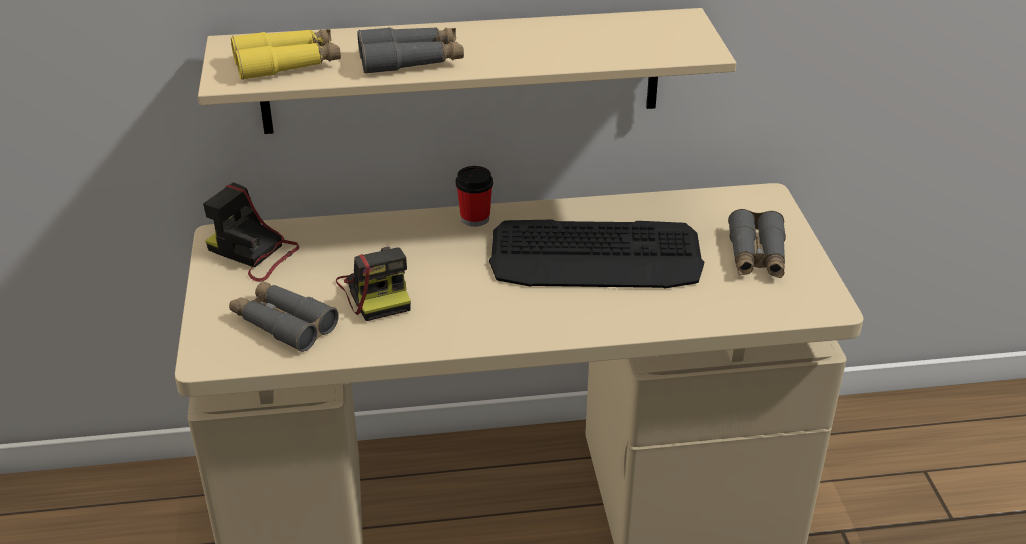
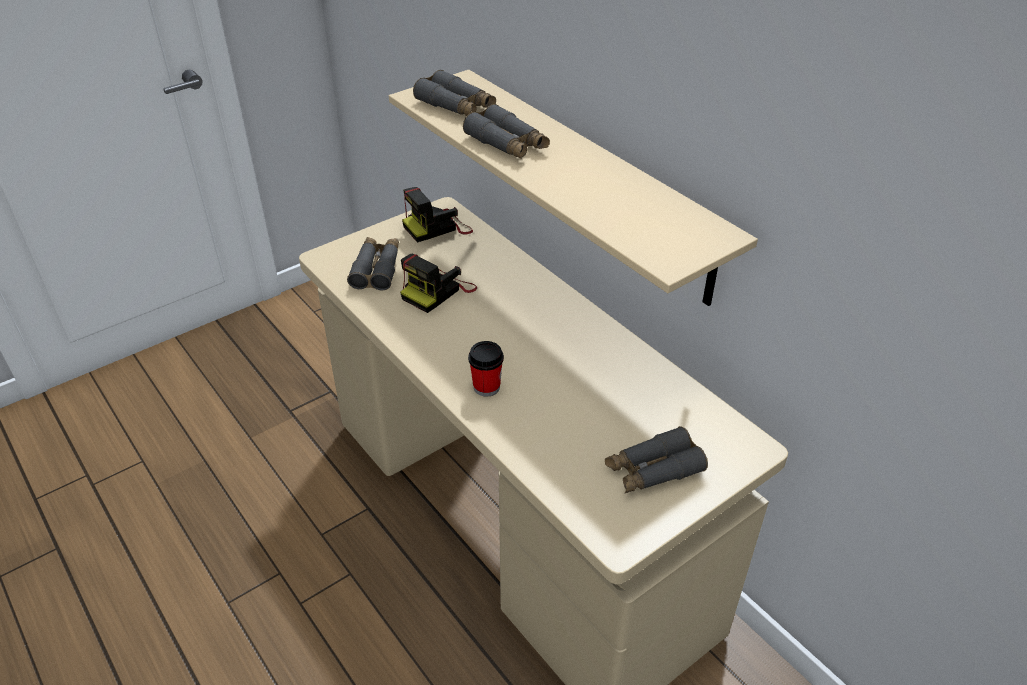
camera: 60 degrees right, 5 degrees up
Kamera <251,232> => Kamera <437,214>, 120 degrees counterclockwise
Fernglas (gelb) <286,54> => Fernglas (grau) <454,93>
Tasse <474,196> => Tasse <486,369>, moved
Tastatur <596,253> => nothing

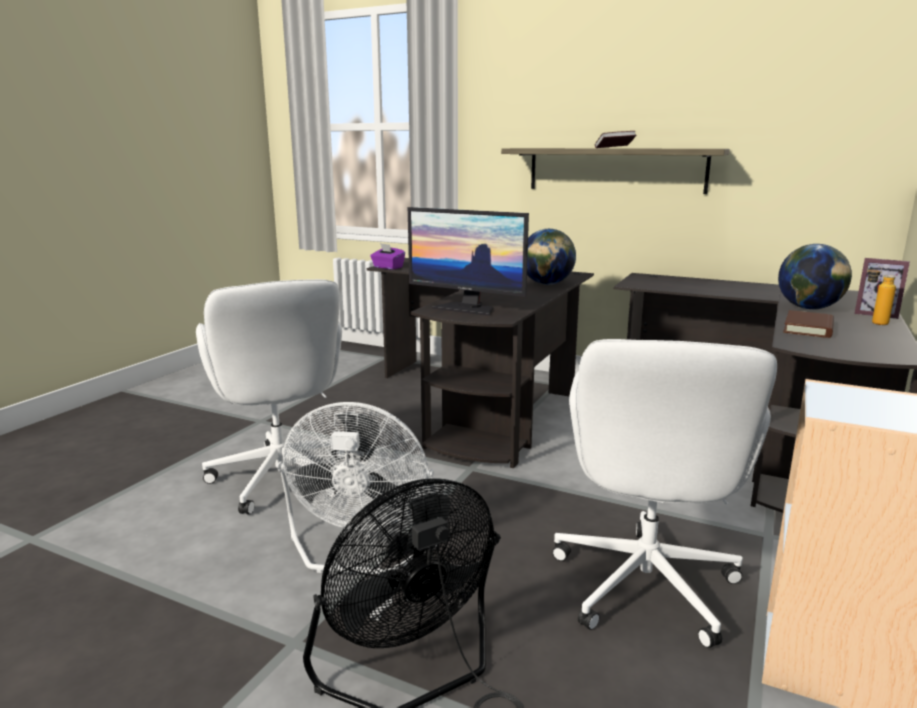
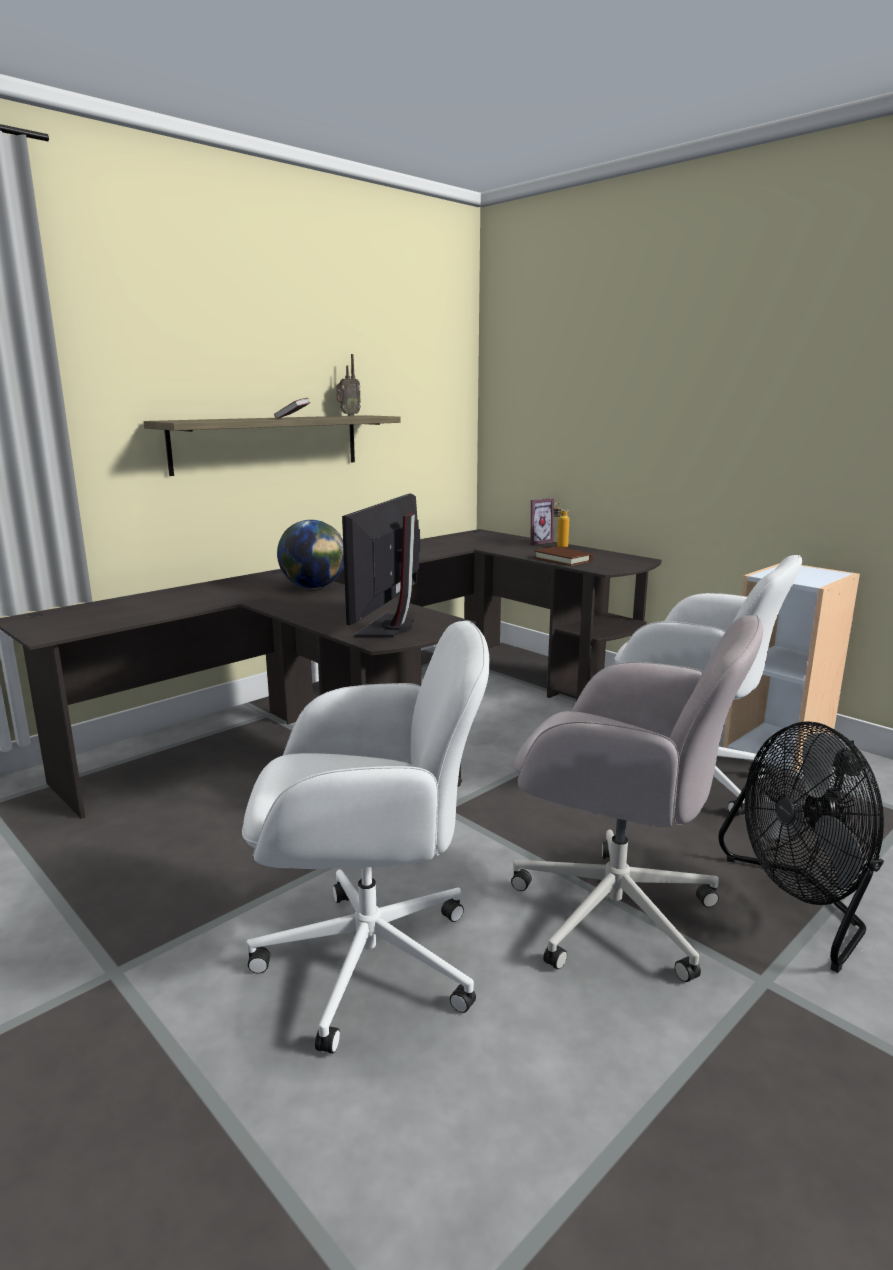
camera: 70 degrees left, 0 degrees up
Ventilator (weiß) <357,511> => Bürostuhl (grau) <637,798>
Taschentuchbox (lila) <387,256> => nothing
Monitor <468,261> => Monitor <381,566>, 150 degrees clockwise
Globus <815,277> => nothing
nothing => Radio <348,385>

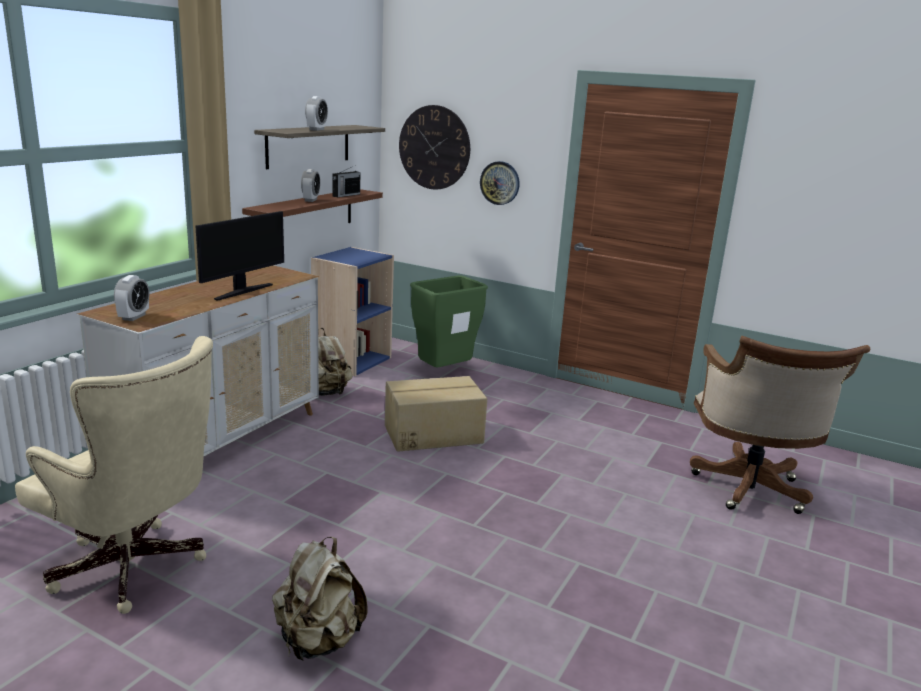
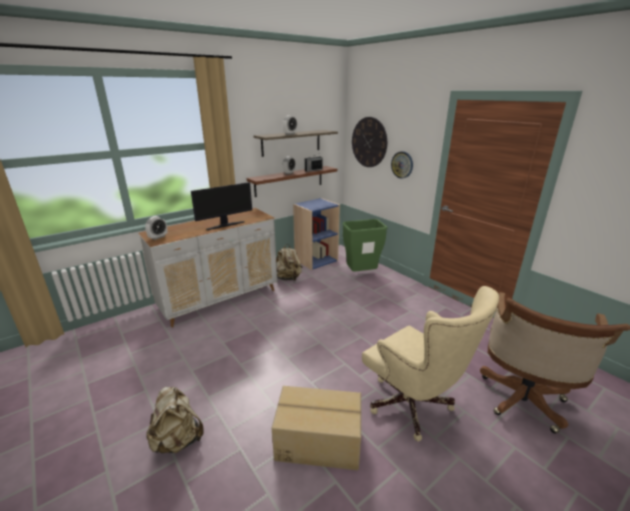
camera: 25 degrees right, 5 degrees up
Bürostuhl (beige) <114,475> => Bürostuhl (beige) <430,364>, moved
Karton <436,414> => Karton <316,428>, moved

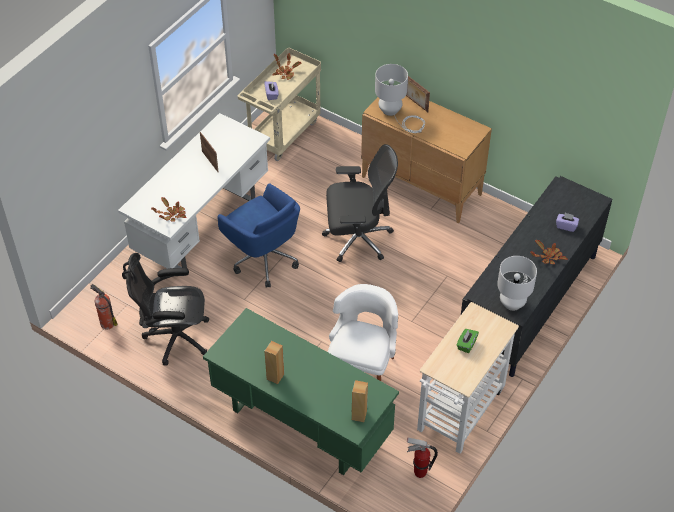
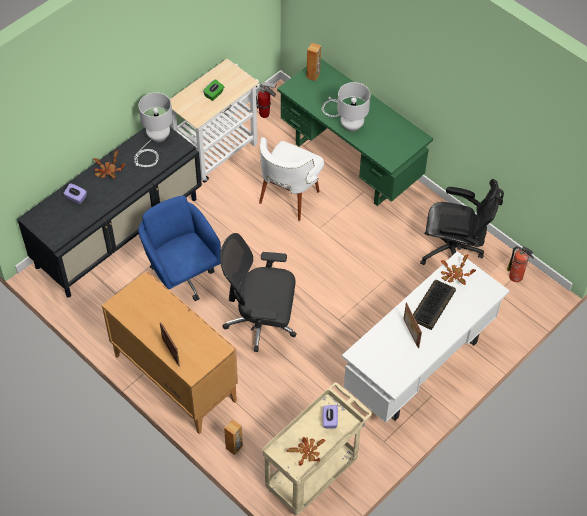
camera: 170 degrees left, 5 degrees up
Bürostuhl (blau) <259,235> => Bürostuhl (blau) <179,248>, moved
Lautsprecher (braun) <274,362> => Lautsprecher (braun) <233,437>, moved
Tischlampe (grau) <400,98> => Tischlampe (grau) <346,107>, moved
nothing => Tastatur <434,305>

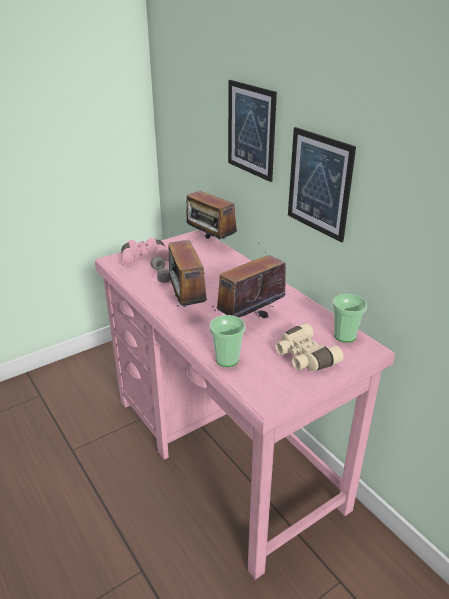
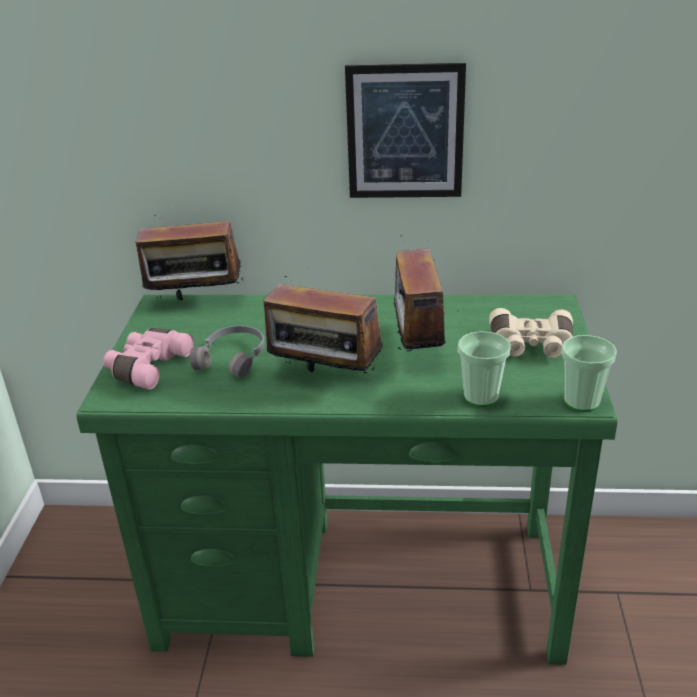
camera: 50 degrees left, 0 degrees up
Schreibtisch (rosa) <245,405> => Schreibtisch (grün) <346,480>
Bild <252,131> => nothing
Tasse <350,318> => Tasse <589,373>, moved

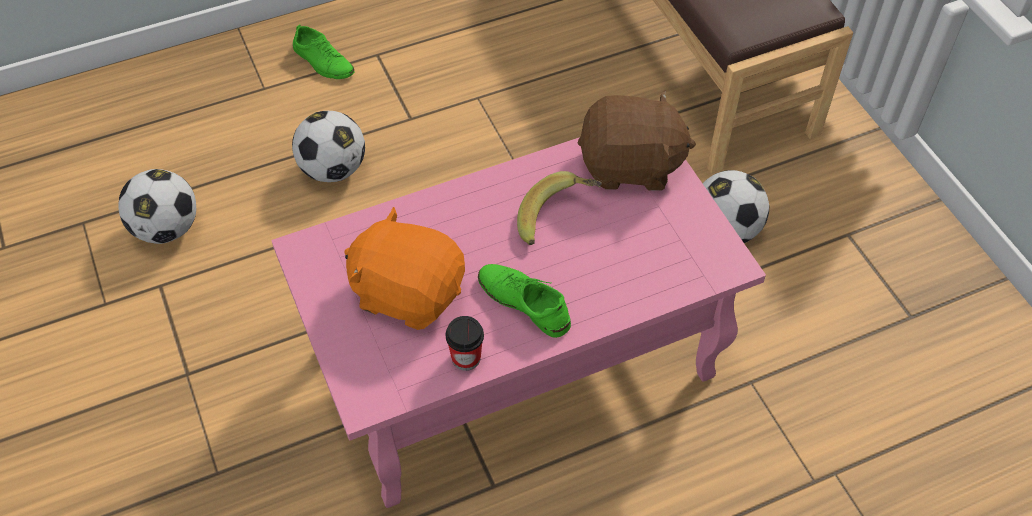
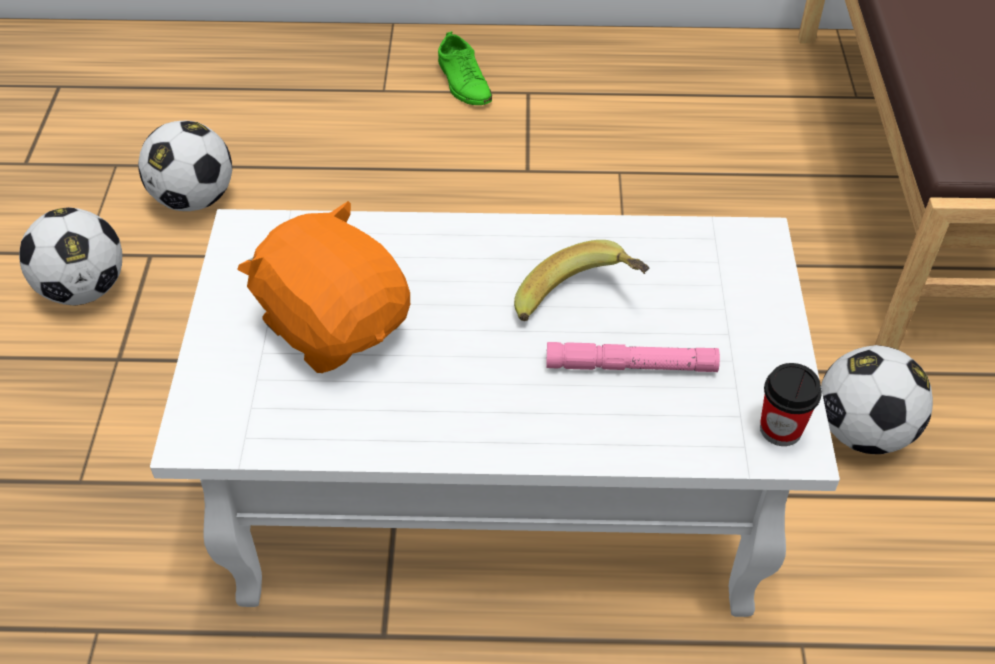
camera: 25 degrees right, 5 degrees down
Couchtisch (rosa) <519,322> => Couchtisch (weiß) <495,413>
Fußball <328,146> => Fußball <70,256>, moved
Tasse <465,343> => Tasse <791,404>, moved
Schuh (grün) <524,301> => nothing
Plüschtier (braun) <637,140> => nothing
nothing => Taschenlampe (rosa) <633,357>

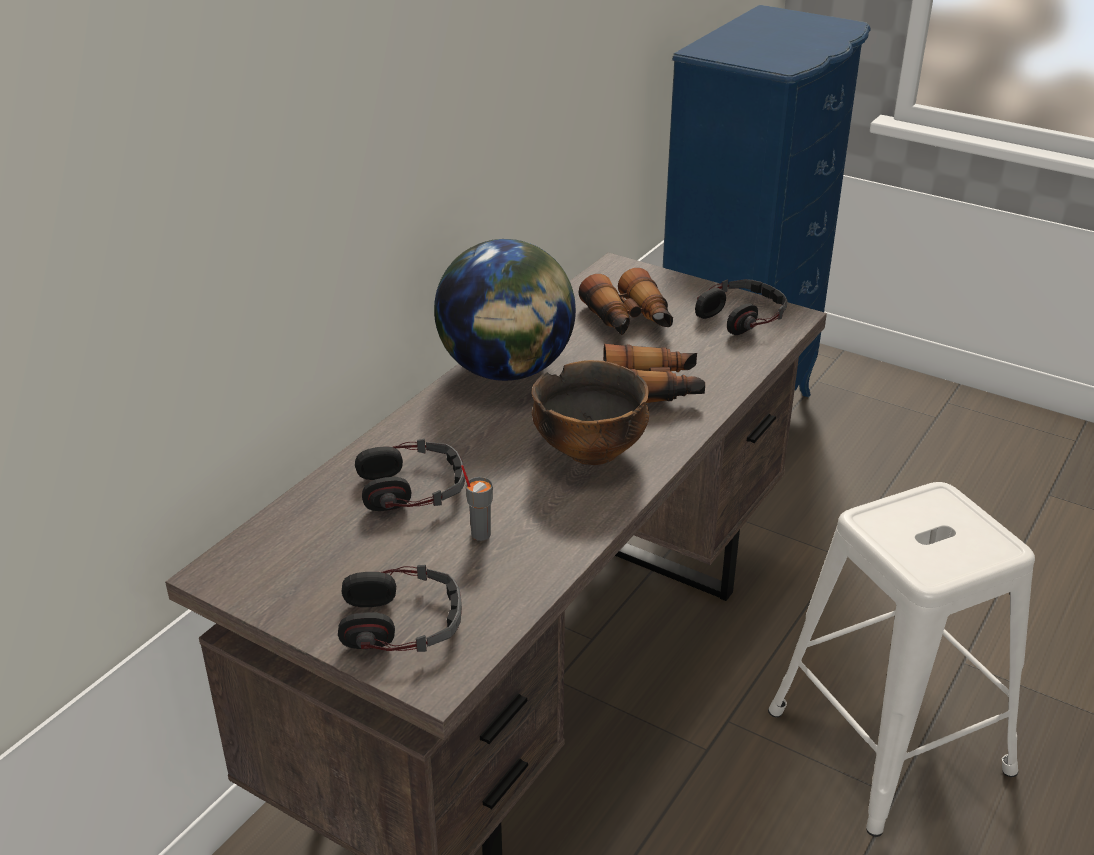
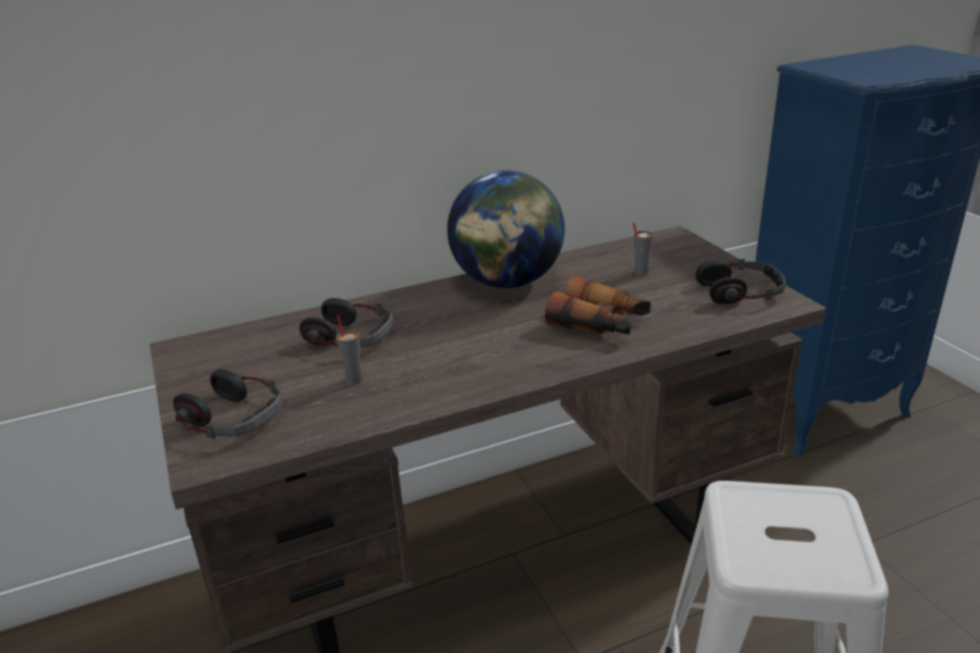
camera: 35 degrees right, 5 degrees down
Schüssel <590,412> => nothing
Fernglas <626,301> => Tasse (grau) <643,249>

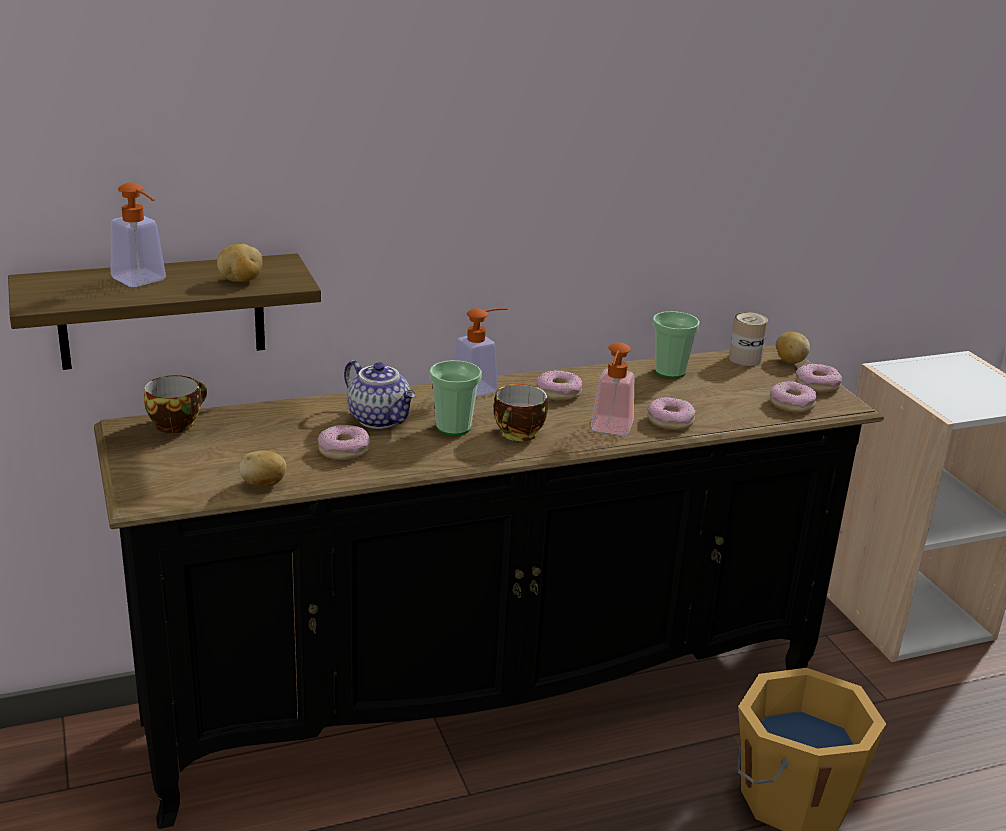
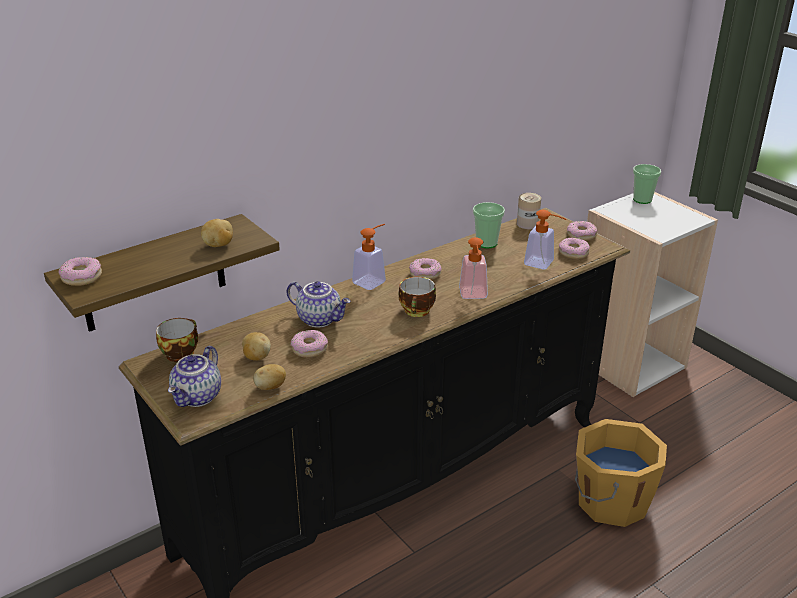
camera: 15 degrees left, 5 degrees up
Seifenspender <138,234> => Seifenspender <545,239>, moved
Tasse <455,398> => Tasse <647,184>, moved
Donut <671,413> => Donut <80,271>, moved
Kartoffel <792,347> => Kartoffel <256,346>, moved
nothing => Teekanne <194,376>

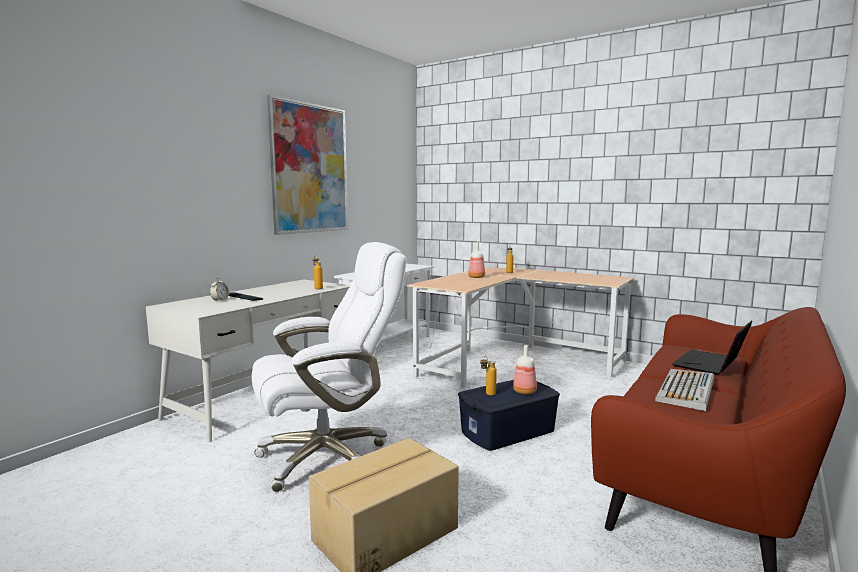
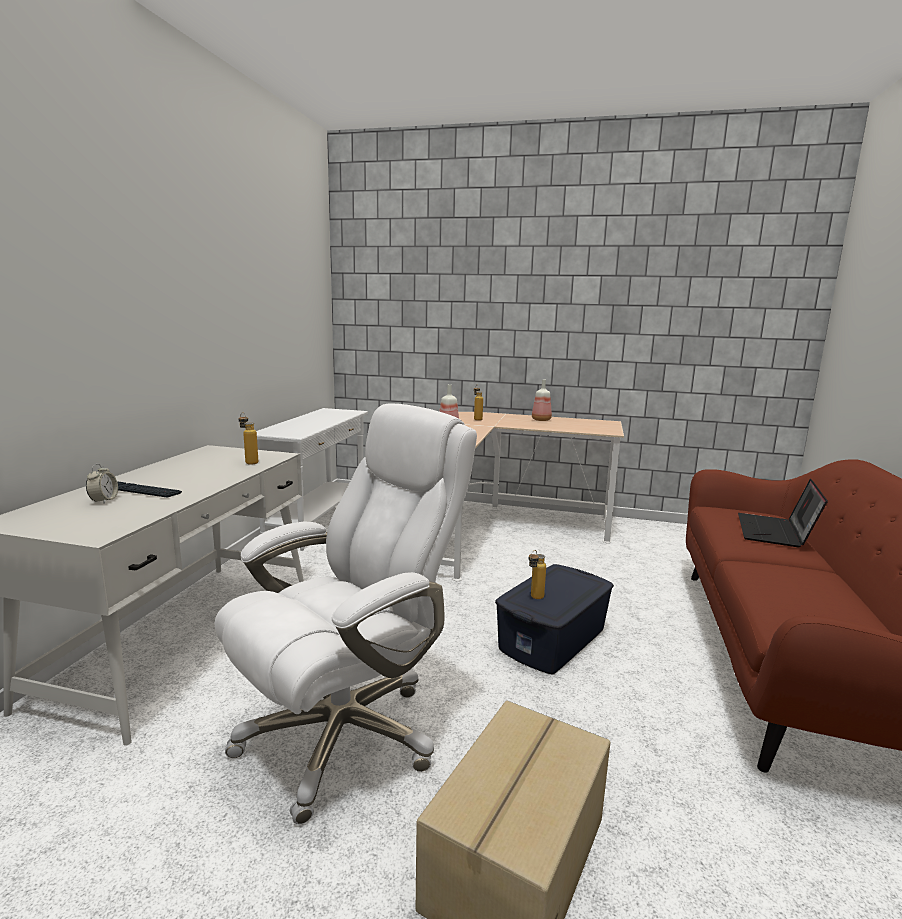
camera: 20 degrees left, 5 degrees up
Bild <307,165> => nothing
Flasche <525,369> => Flasche <542,400>, moved
Tastatur <684,390> => nothing

